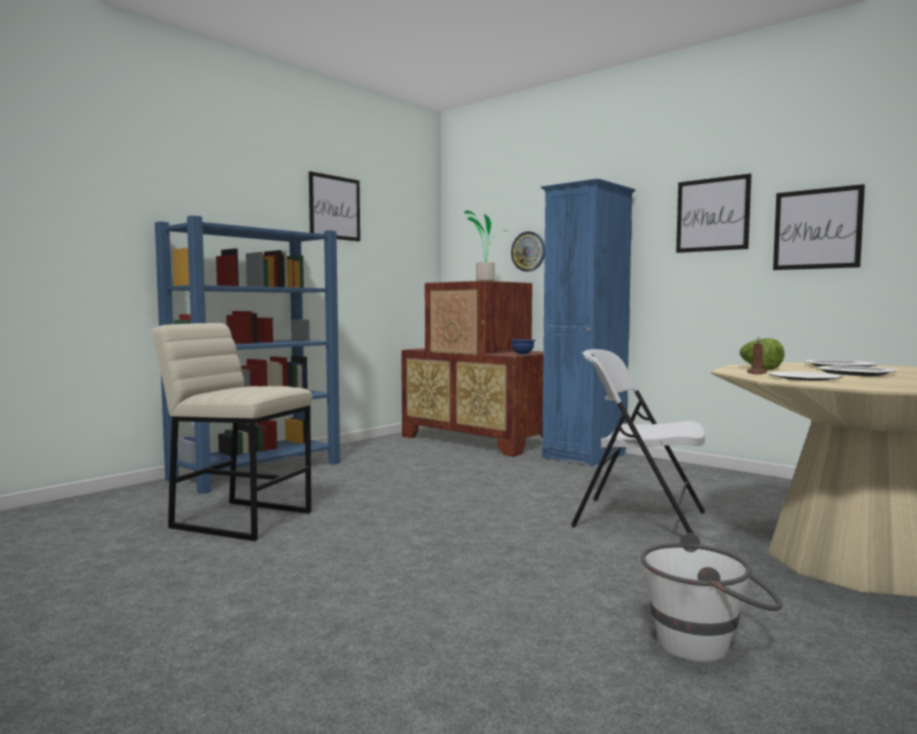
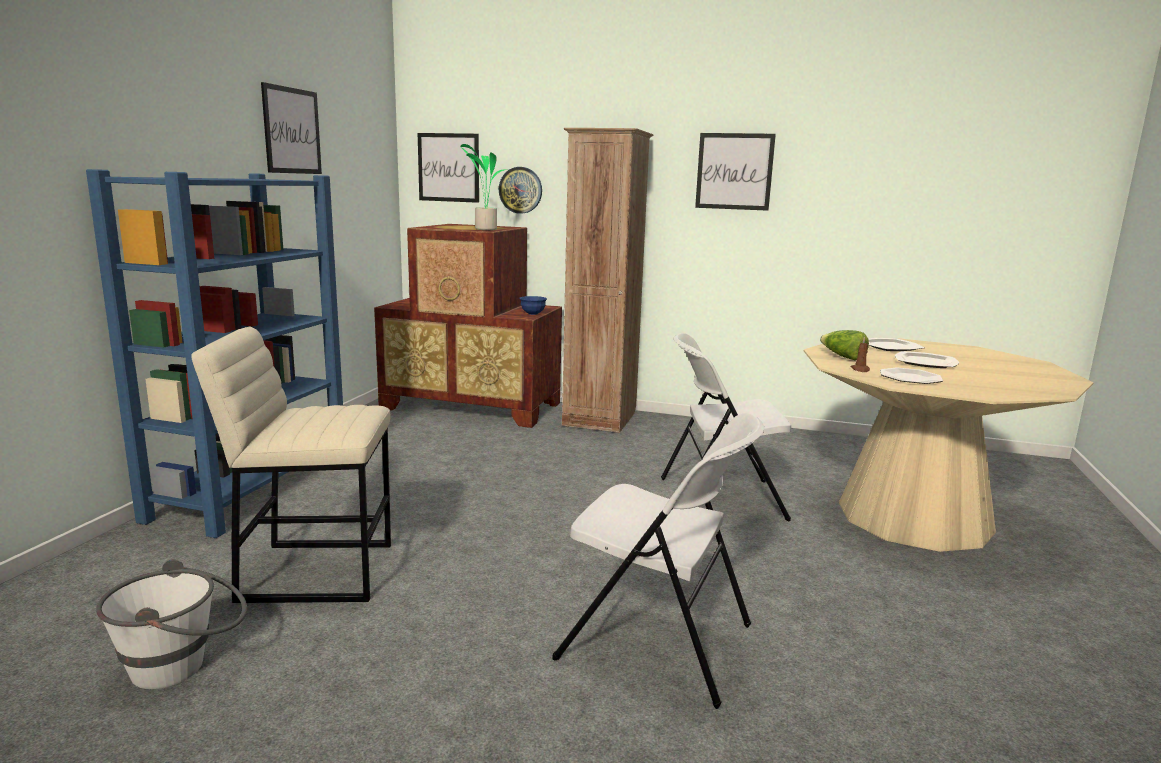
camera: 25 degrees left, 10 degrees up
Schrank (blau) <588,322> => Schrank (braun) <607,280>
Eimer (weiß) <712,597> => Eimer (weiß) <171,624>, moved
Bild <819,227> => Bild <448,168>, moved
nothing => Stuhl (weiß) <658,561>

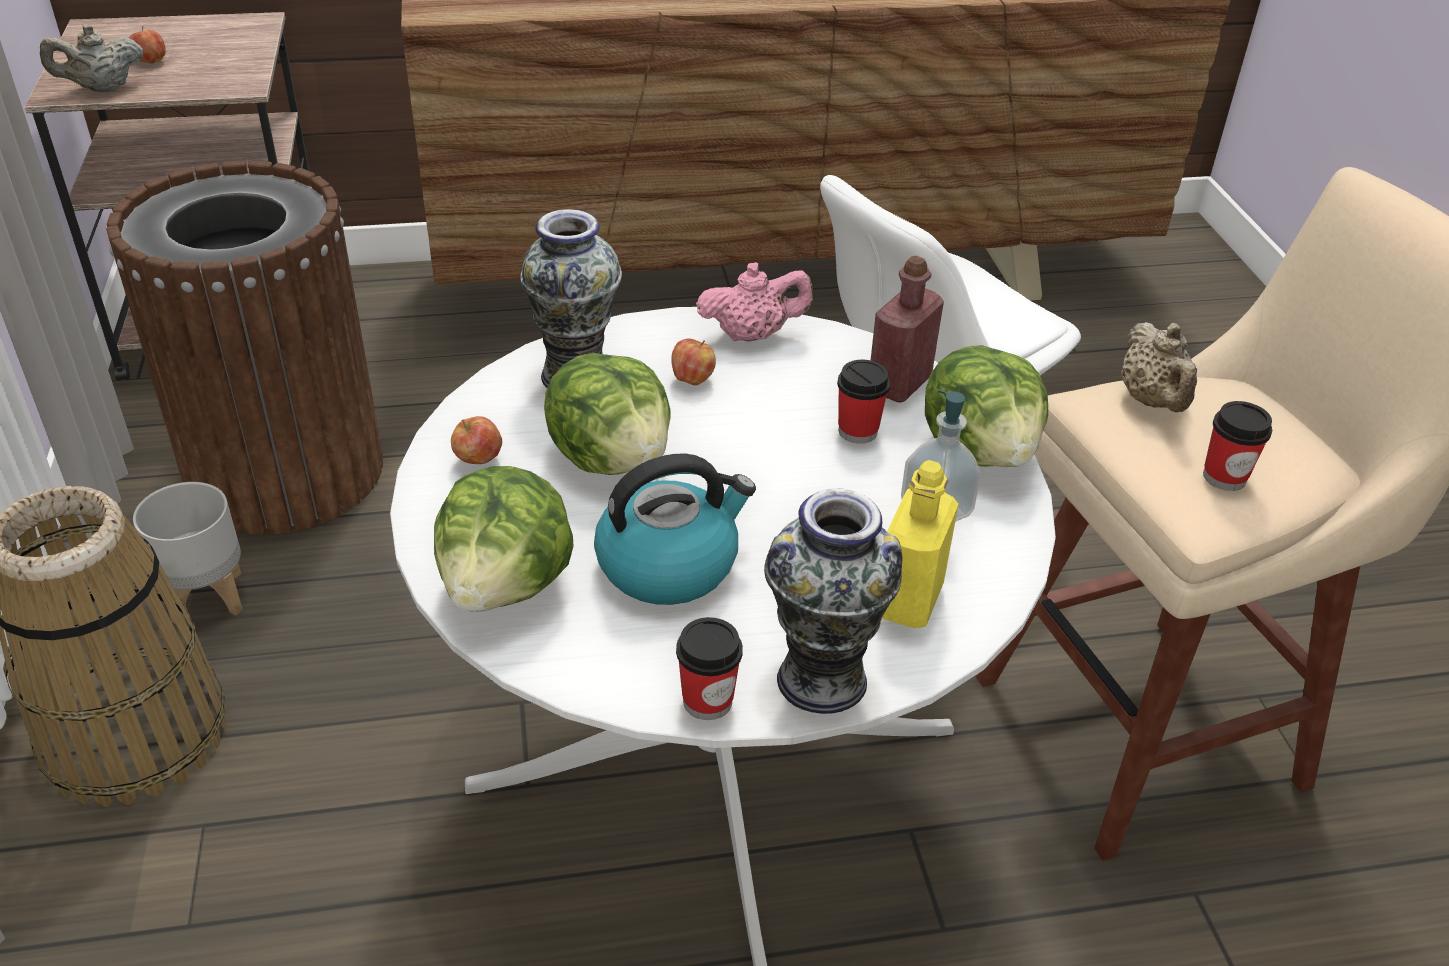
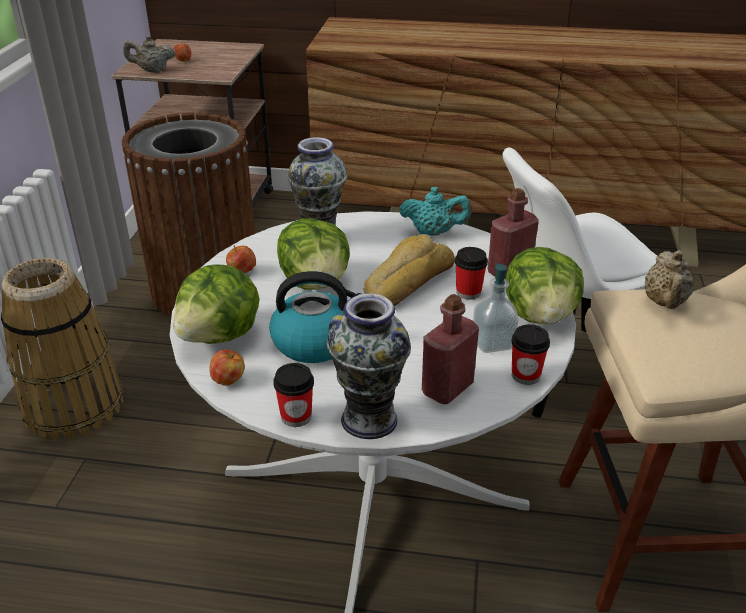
camera: 20 degrees right, 5 degrees down
Pflanzkübel (grau) <188,553> => nothing
Apfel <693,362> => Apfel <227,367>, moved
Teekanne (rosa) <754,302> => Teekanne (türkis) <435,211>
Flasche (gelb) <920,544> => Flasche (rot) <450,349>
Tasse <1237,446> => Tasse <530,354>, moved
nothing => Brot <409,270>

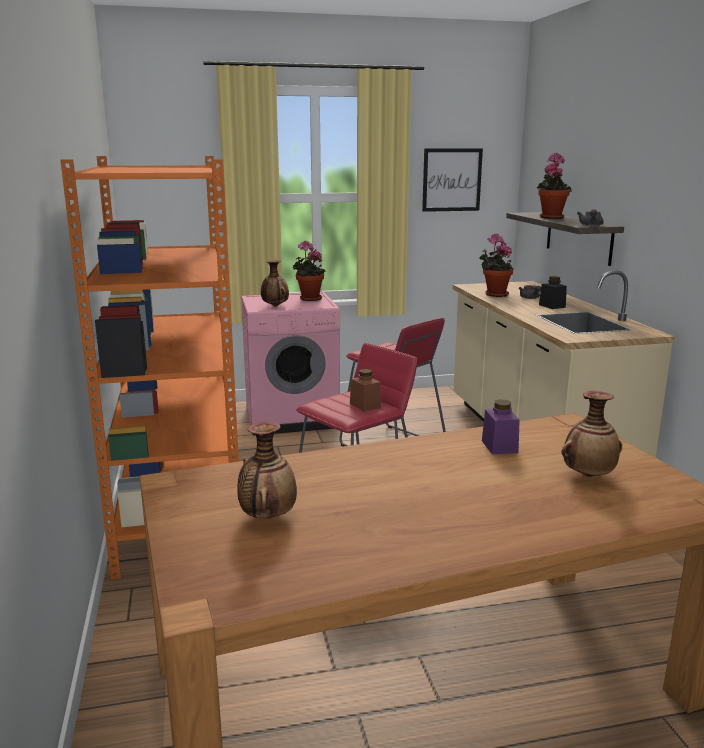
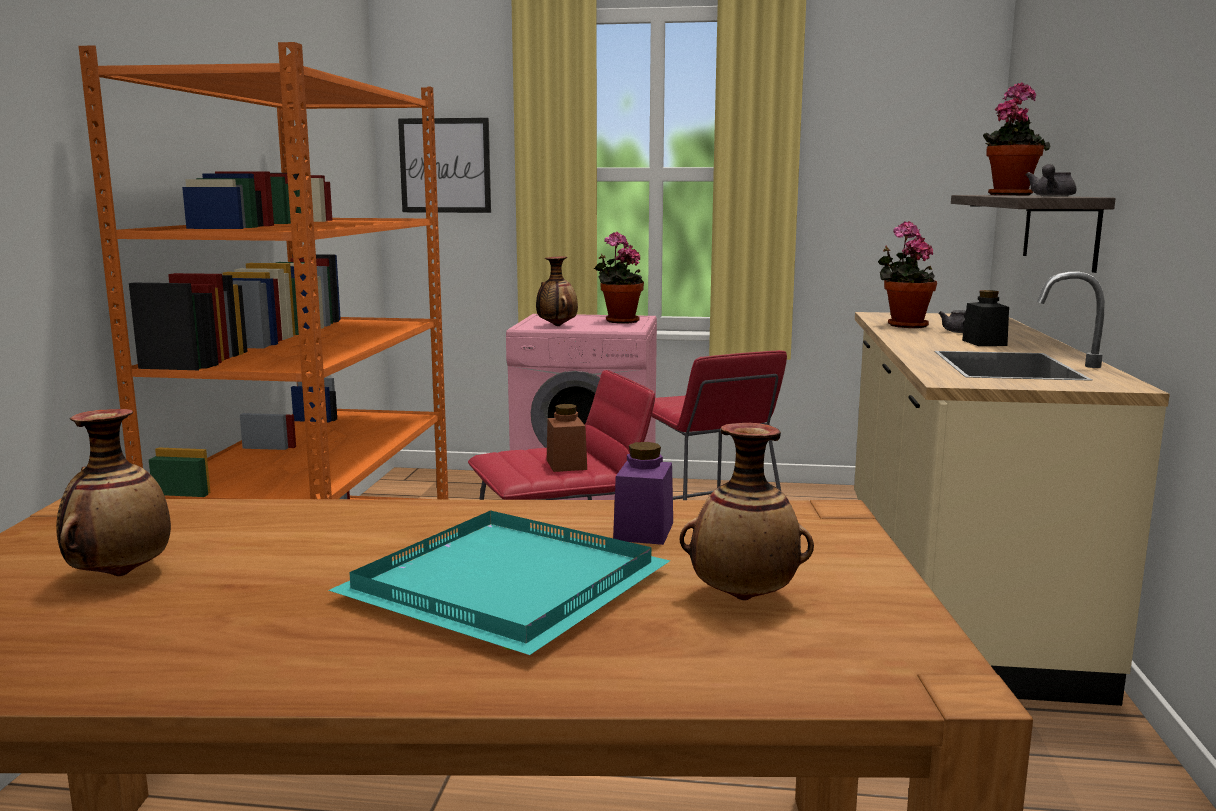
camera: 20 degrees right, 5 degrees down
Bild <452,180> => Bild <444,165>, moved
nothing => Tablett (türkis) <499,583>

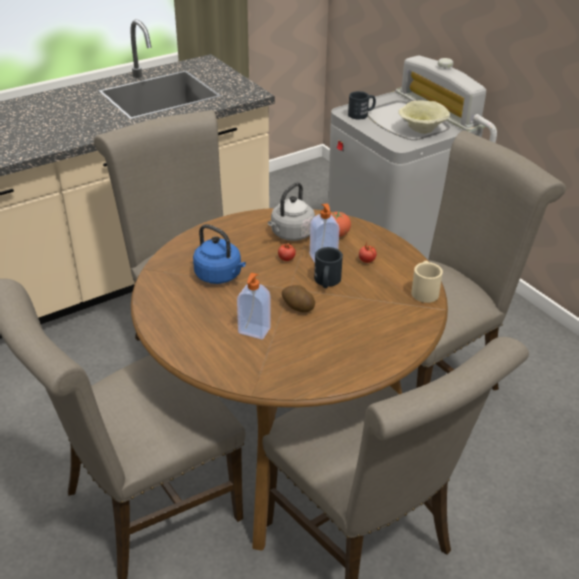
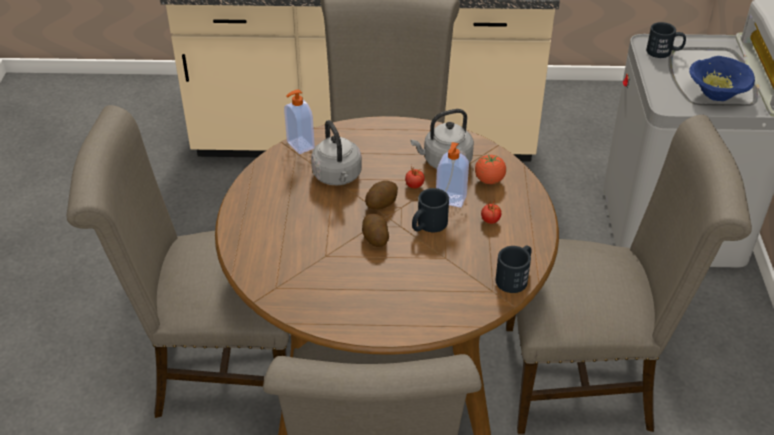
camera: 35 degrees right, 5 degrees up
Wasserkessel (blau) <219,254> => Wasserkessel (grau) <336,153>
Seifenspender <254,306> => Seifenspender <299,121>, moved
Schüssel (beige) <424,117> => Schüssel (blau) <722,78>
Henkelbecher (beige) <427,282> => Henkelbecher (schwarz) <513,269>
nothing => Kartoffel <381,195>

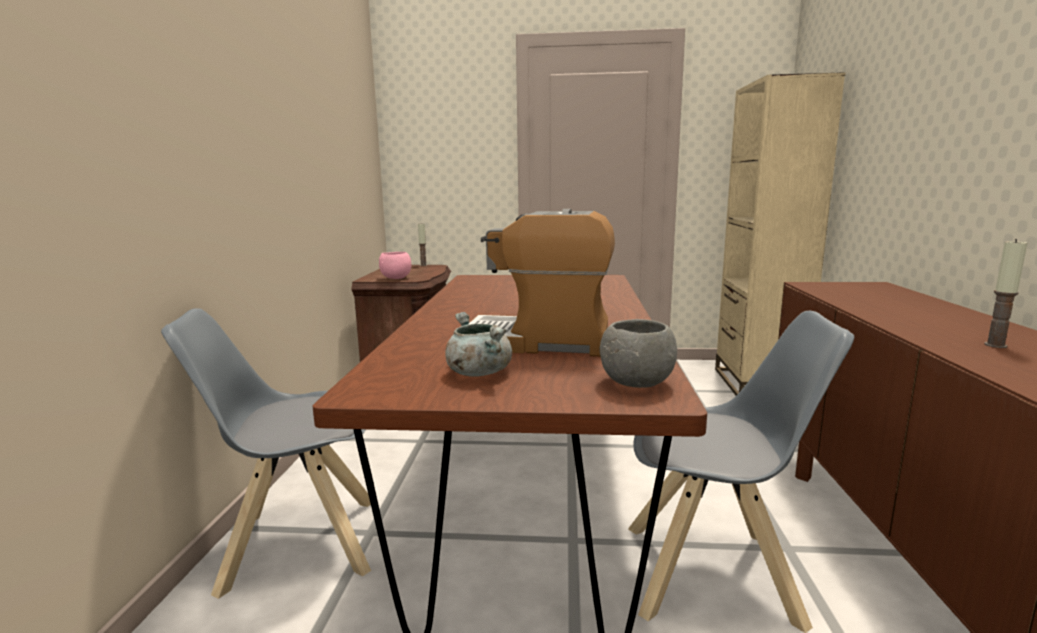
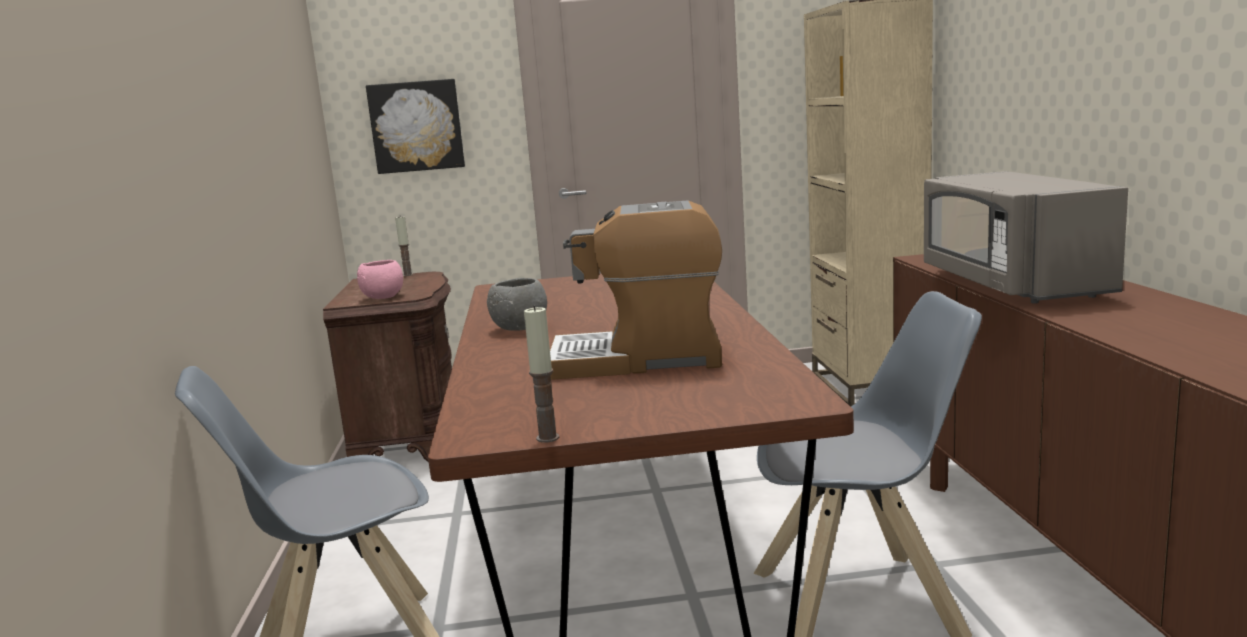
camera: 10 degrees left, 0 degrees up
Kochtopf (grau) <478,344> => nothing
Schüssel (grau) <638,353> => Schüssel (grau) <517,304>, moved
Kerze <1005,293> => Kerze <541,374>, moved
nothing => Bild <415,126>
nothing => Mikrowelle (grau) <1026,237>

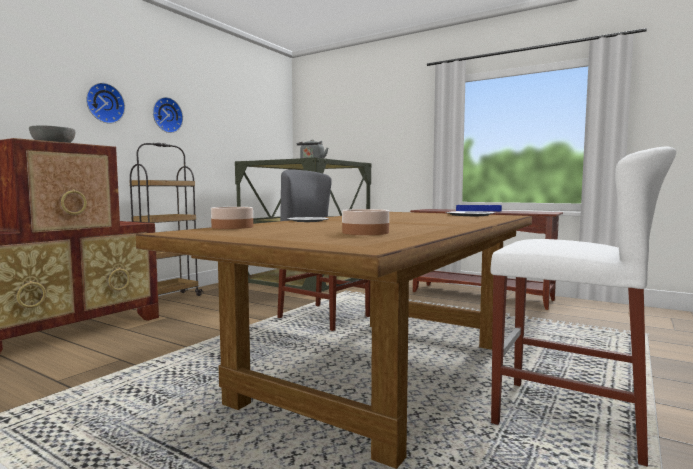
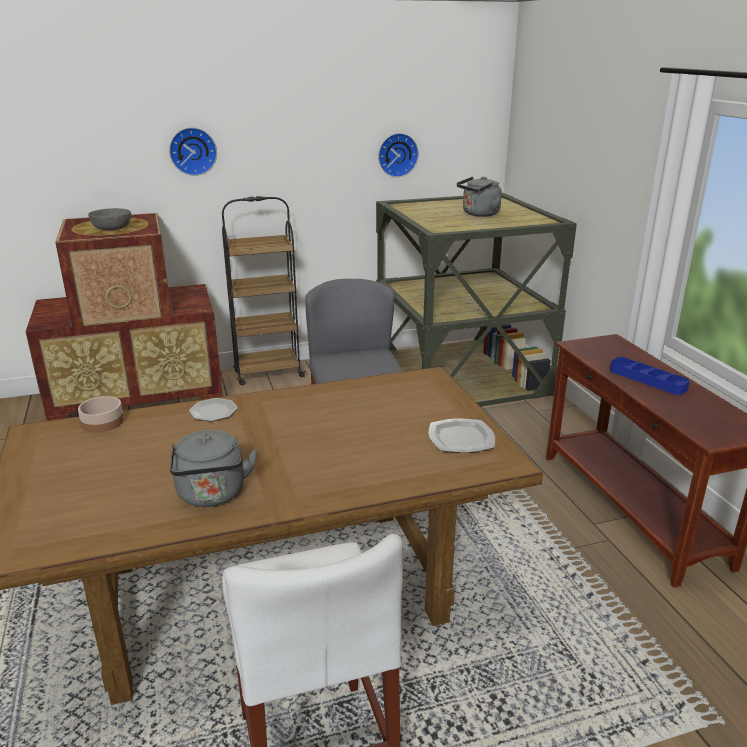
camera: 40 degrees right, 20 degrees up
Wanduhr <168,115> => Wanduhr <398,155>, moved
Schüssel <365,222> => nothing
nothing => Wasserkessel (grau) <214,468>

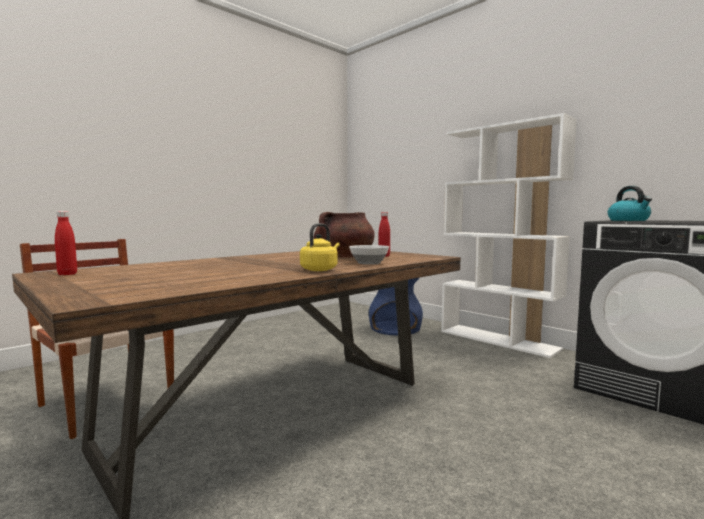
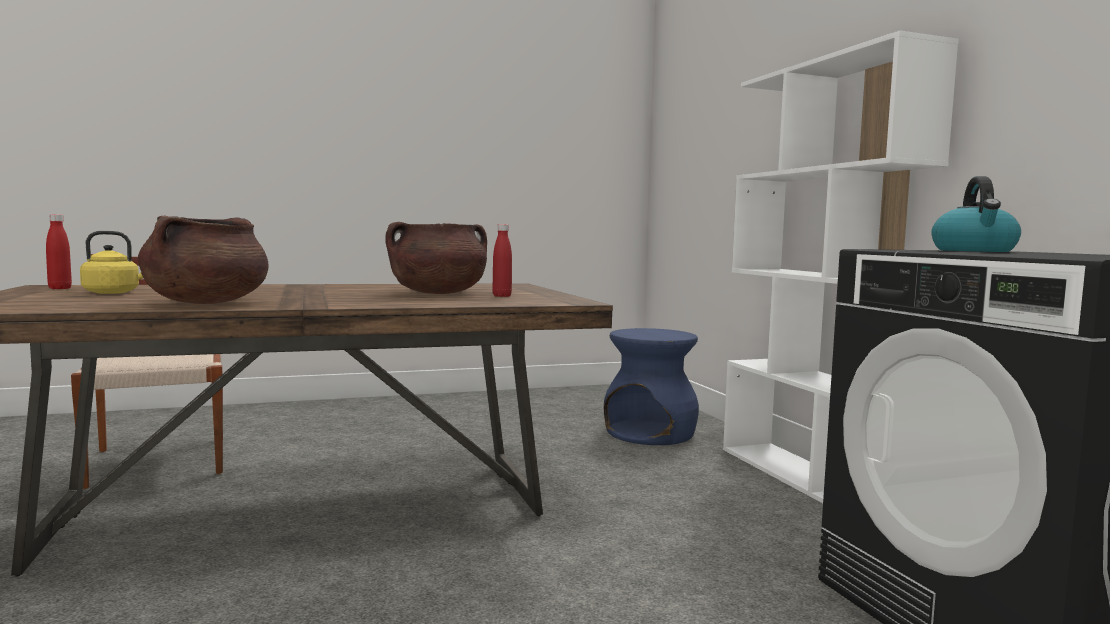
camera: 25 degrees right, 0 degrees up
Wasserkessel (gelb) <320,247> => Wasserkessel (gelb) <111,262>, moved
Schüssel <369,255> => nothing
nothing => Kochtopf (braun) <203,259>

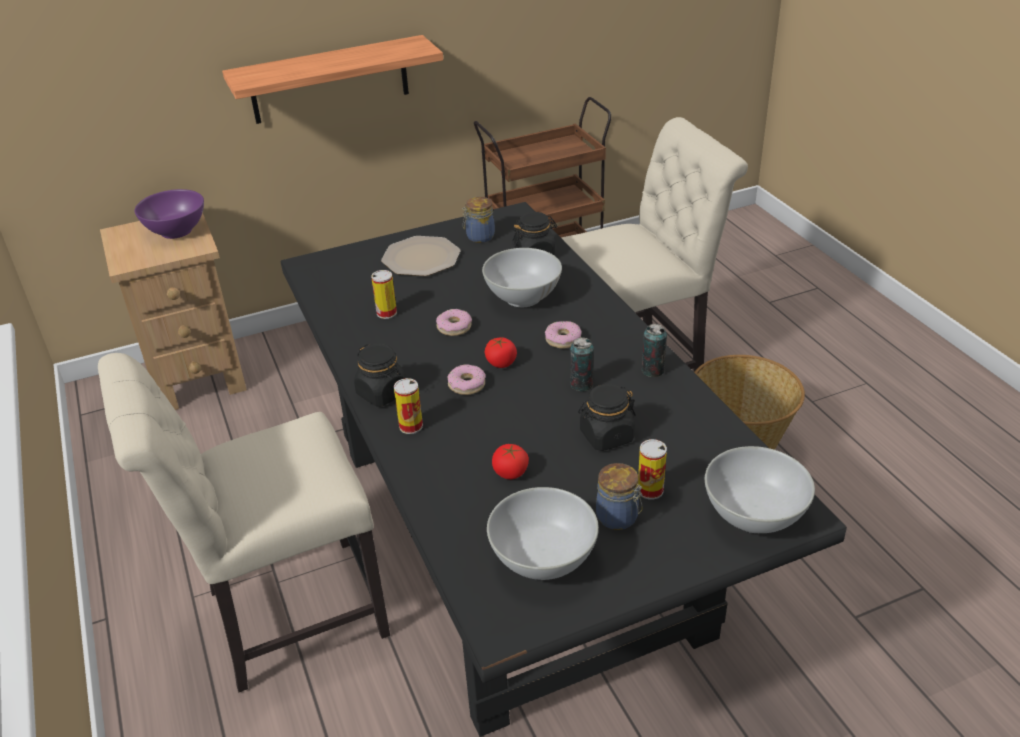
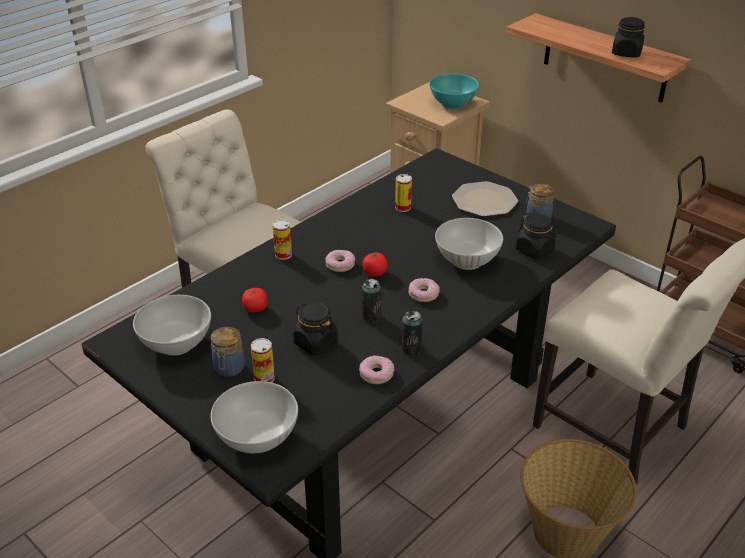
camera: 65 degrees right, 0 degrees up
Schüssel (lila) <169,214> => Schüssel (türkis) <454,91>
Vorratsglas (schwarz) <380,375> => Vorratsglas (schwarz) <628,37>, moved
Donut <454,322> => Donut <376,370>, moved

